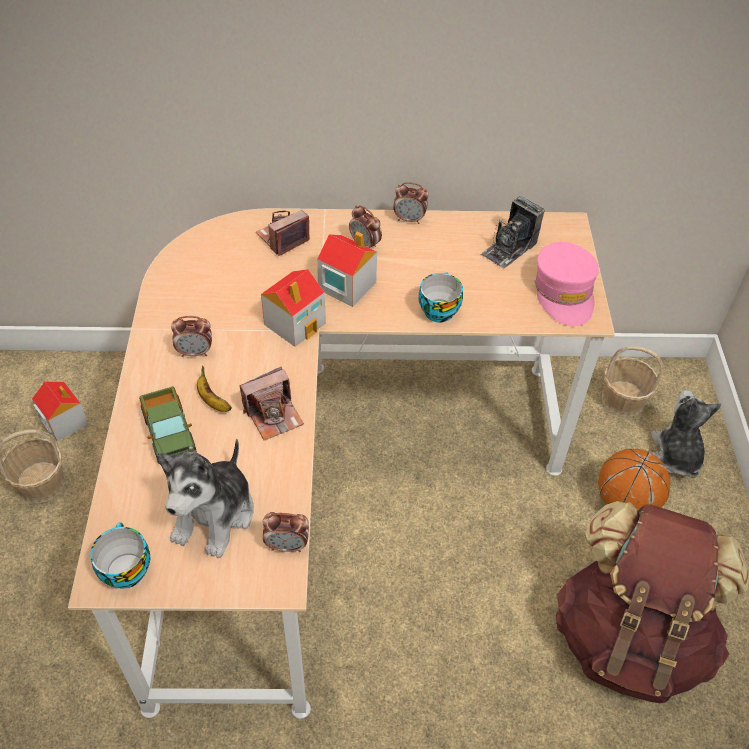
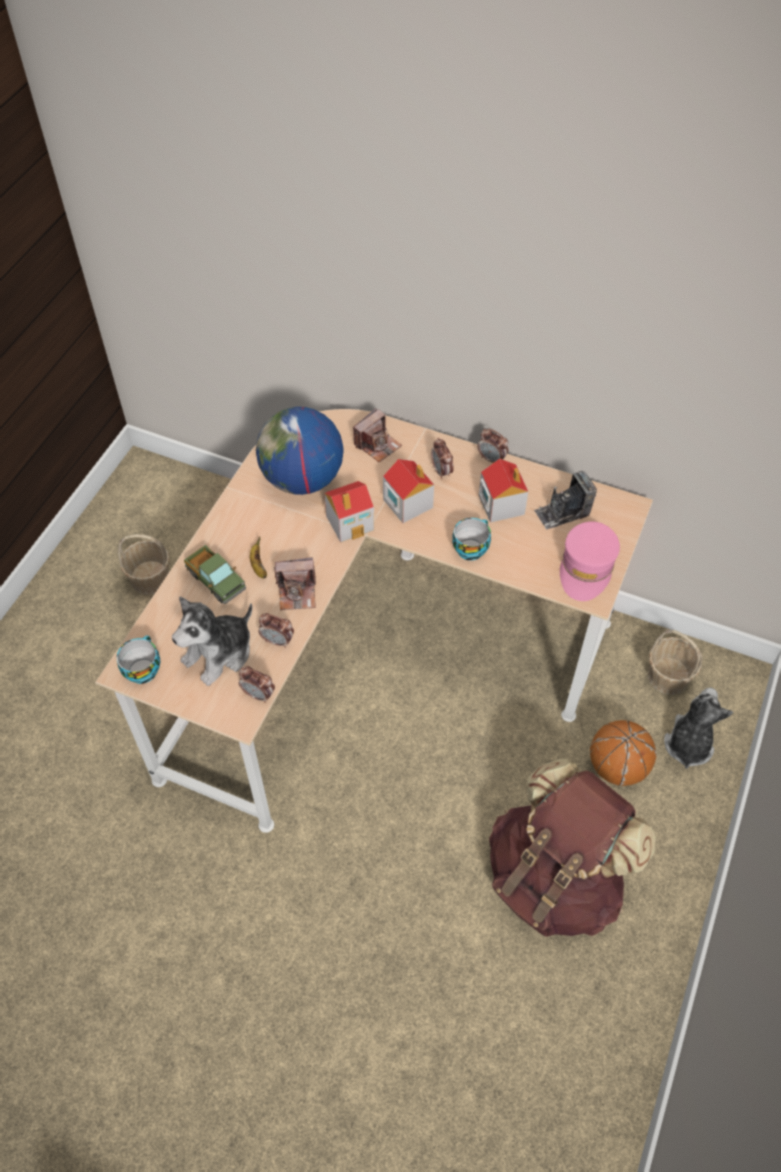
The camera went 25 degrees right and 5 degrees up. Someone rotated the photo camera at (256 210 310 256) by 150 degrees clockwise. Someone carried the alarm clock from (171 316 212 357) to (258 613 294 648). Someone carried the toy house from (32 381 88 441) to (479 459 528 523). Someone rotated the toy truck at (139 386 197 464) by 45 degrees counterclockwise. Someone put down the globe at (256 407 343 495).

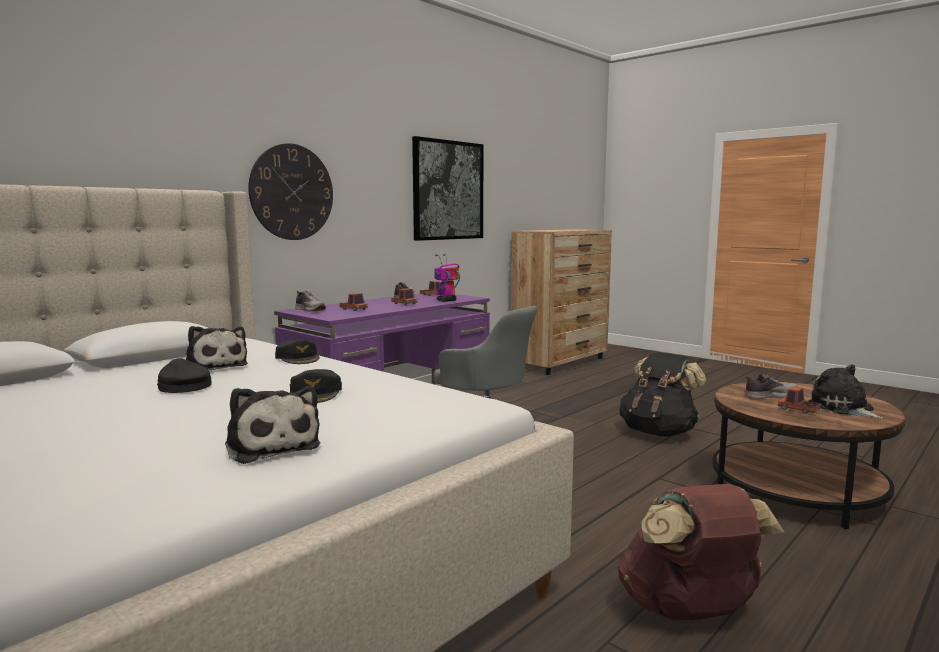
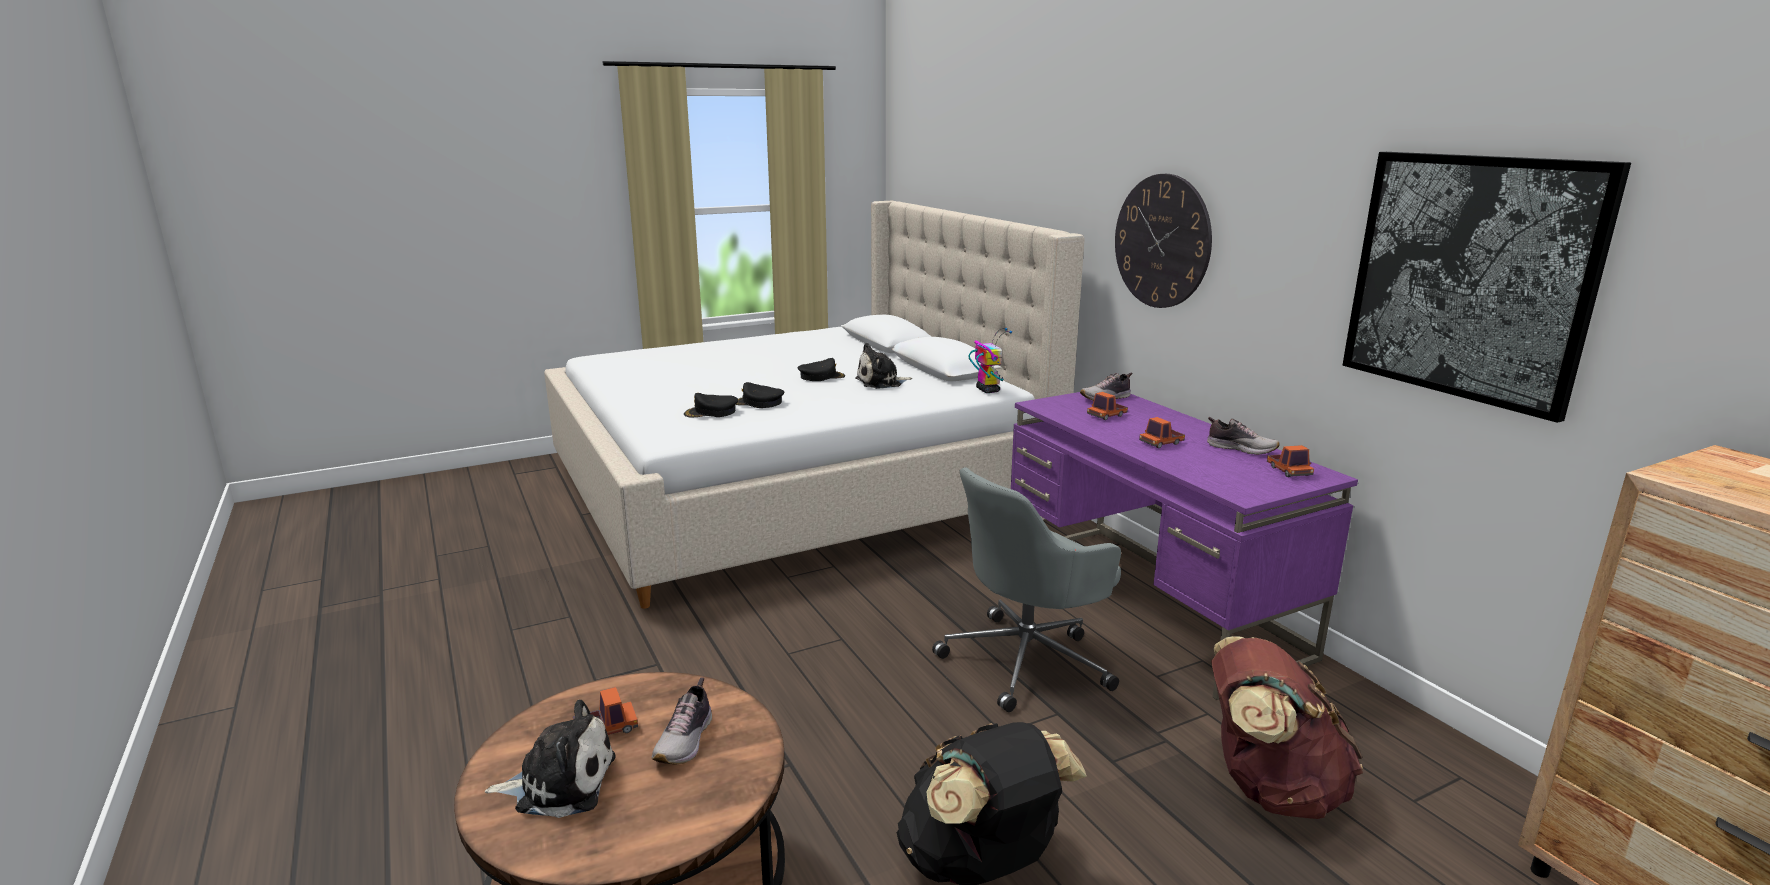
The camera went 110 degrees right and 10 degrees up. Someone carried the toy robot from (434 254 460 302) to (969 328 1012 393). Someone carried the cap (black) from (275 340 319 364) to (684 393 738 417). Someone took away the plush toy at (225 386 321 464). Someone carried the backpack (brown) from (618 484 785 620) to (1211 636 1363 819).

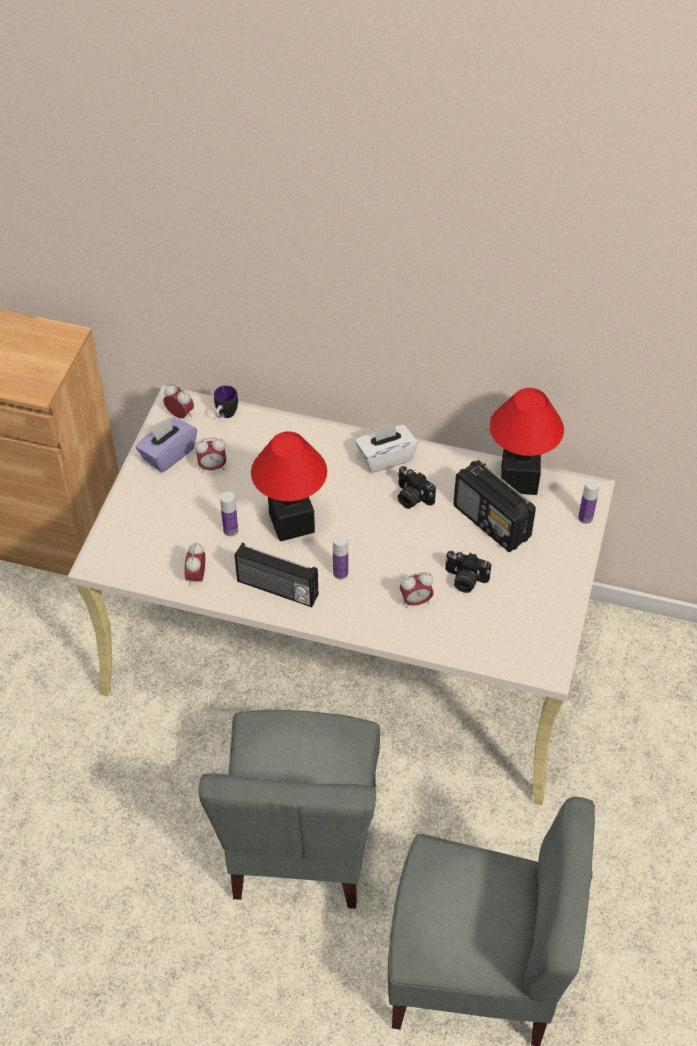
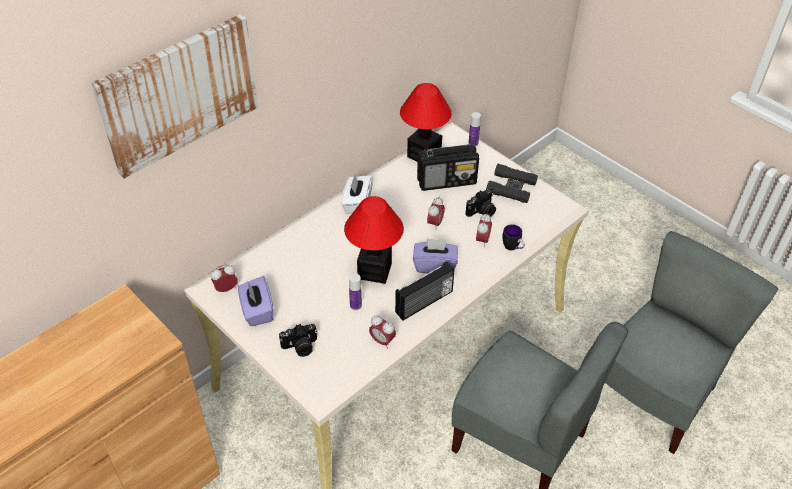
The camera went 60 degrees left and 5 degrees down. Someone carried the mug from (214 385 238 418) to (502 224 525 251). Someone carried the alarm clock from (195 438 227 472) to (427 198 445 227). Someone carried the photo camera from (397 466 436 509) to (279 324 317 357). Someone swapped the bottle at (333 534 348 579) for the tissue box (purple) at (413 238 458 273). Someone put up the picture at (91 14 258 179). Someone put down the binoculars (black) at (486 164 538 203).

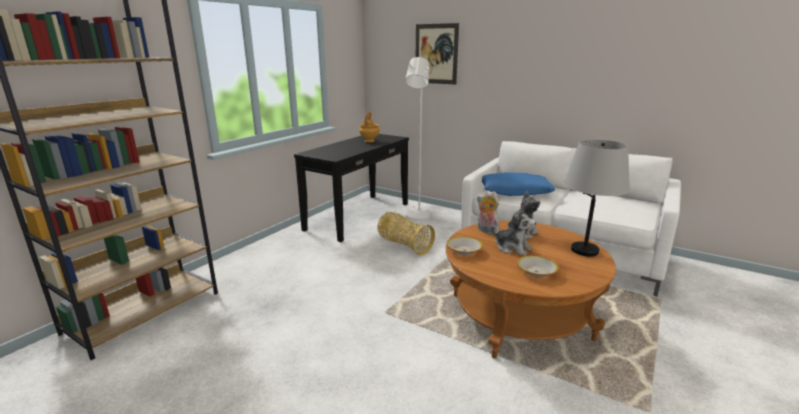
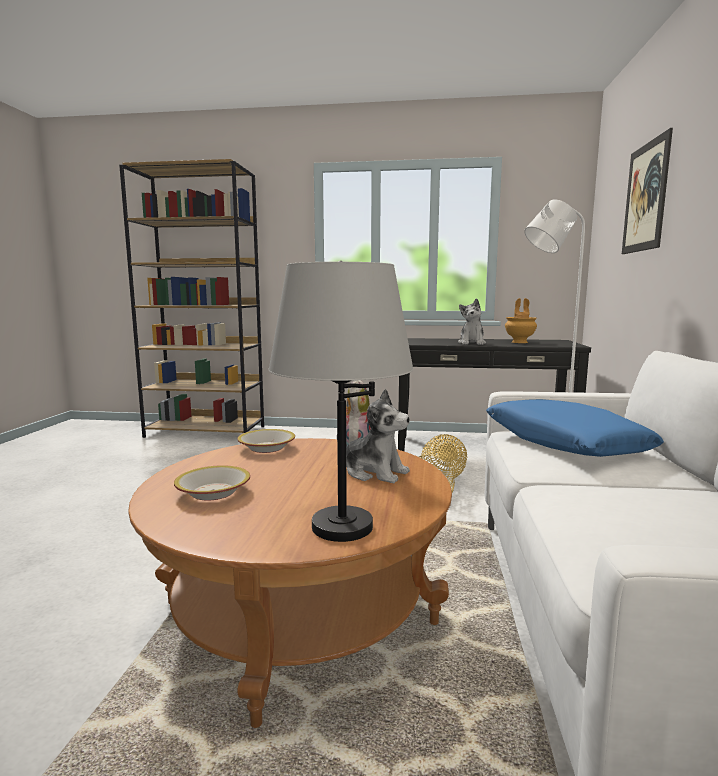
The camera went 65 degrees right and 10 degrees down. Someone carried the plush toy from (491 205 536 256) to (458 298 486 345).

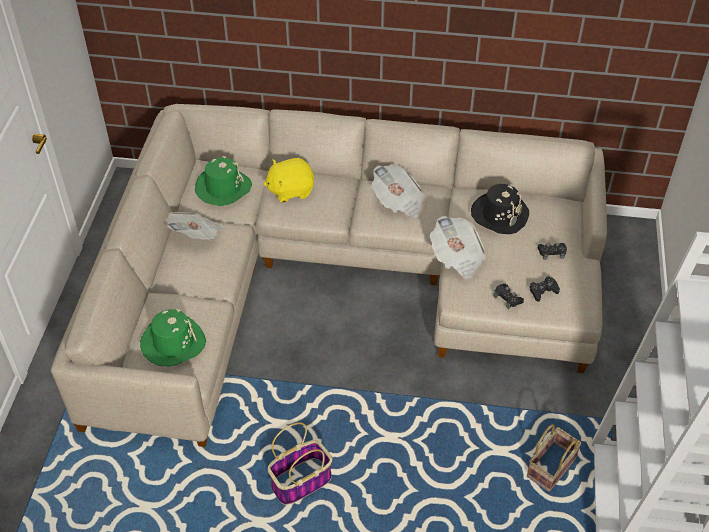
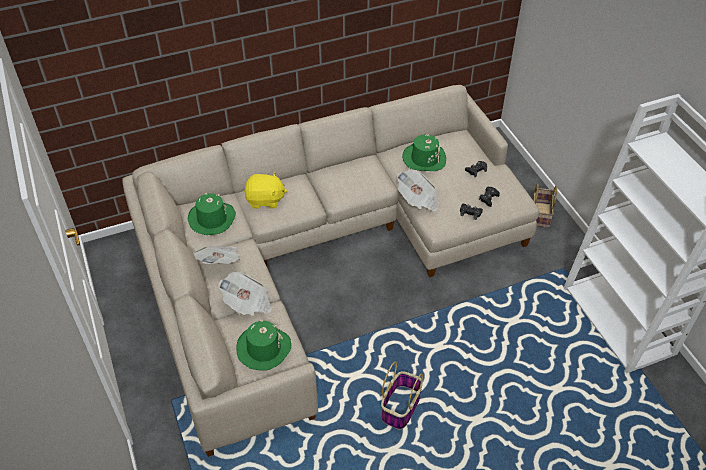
The camera went 30 degrees left and 0 degrees up. Someone rotated the plush toy (yellow) at (263 158 314 203) by 135 degrees counterclockwise. Someone carried the newspaper from (371 164 425 219) to (218 272 272 316). Someone repainted the hat (black) at (471 184 529 234), which became the hat (green) at (402 134 446 171). Someone carried the basket from (527 424 582 492) to (533 183 557 228).

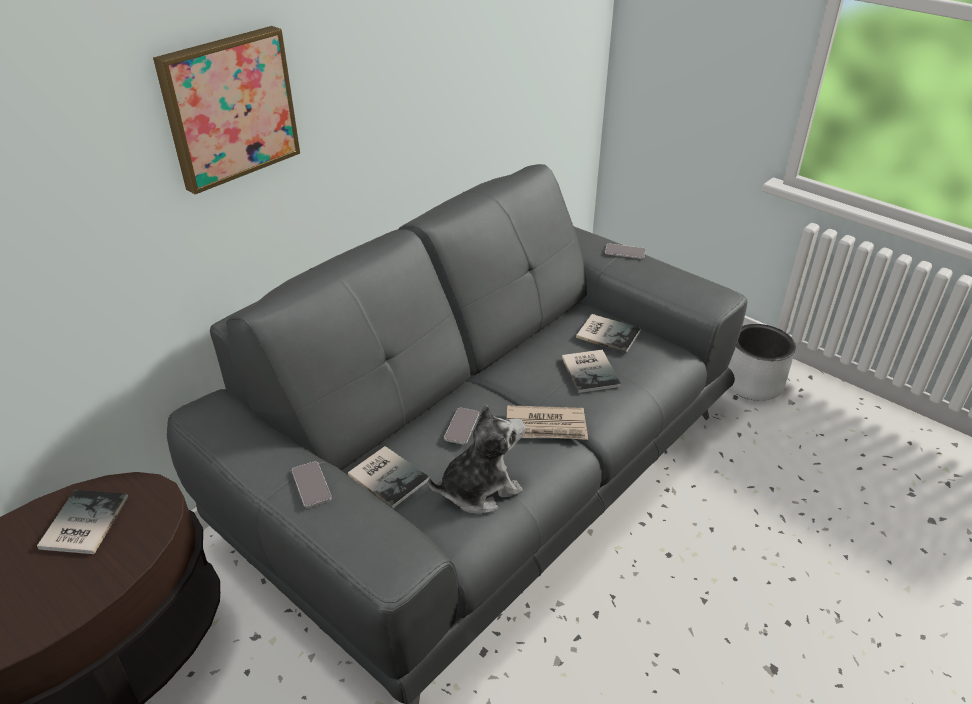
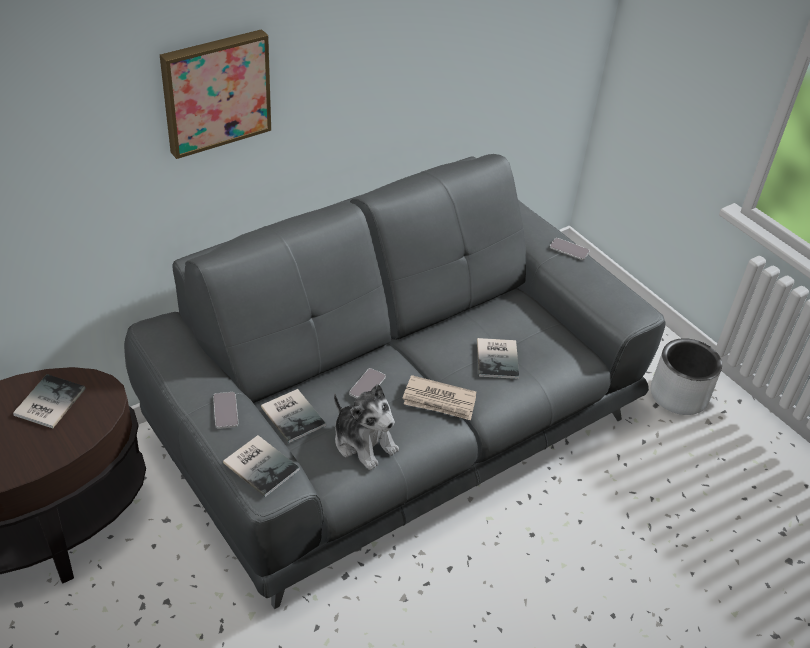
The camera went 10 degrees right and 5 degrees up. Someone carried the book from (576 314 641 353) to (223 435 299 497). Someone rotated the plush toy at (428 404 525 514) by 60 degrees clockwise.

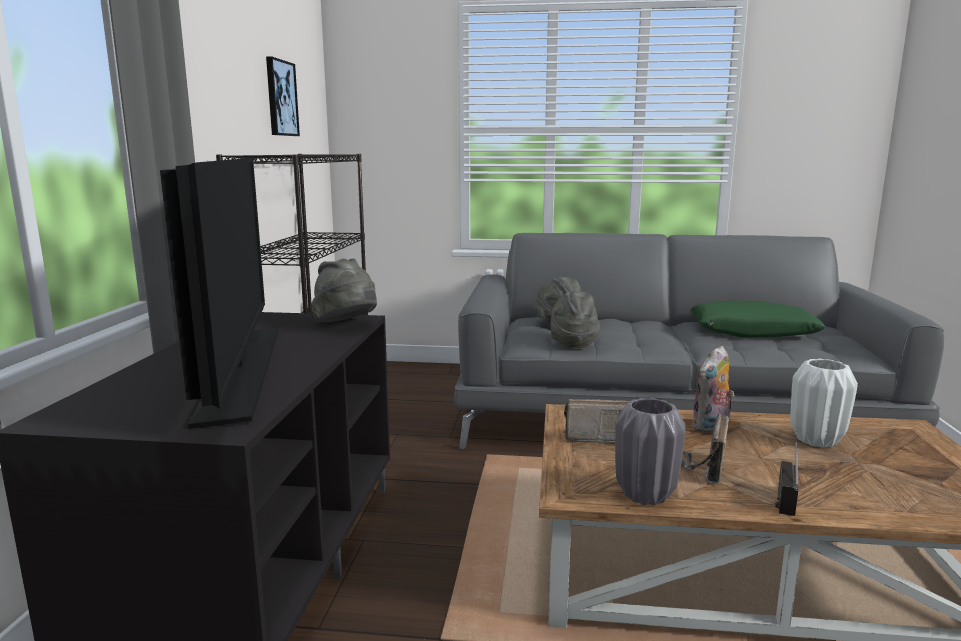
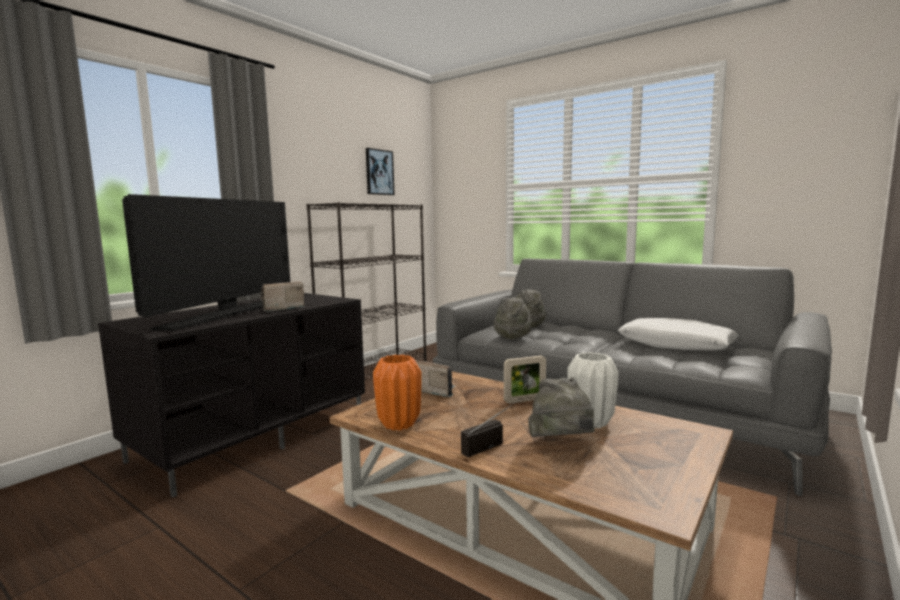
The camera went 30 degrees right and 5 degrees down. Someone carried the hat (grey) from (311 258 377 322) to (528 377 594 437). Someone repainted the pillow (green) at (690 301 825 338), which became the pillow (white) at (618 318 738 350). Someone swapped the plush toy at (691 345 735 434) for the picture frame at (504 355 546 404). Someone repainted the vase (grey) at (615 398 686 505), which became the vase (orange) at (373 355 422 430). Someone carried the radio from (682 414 729 484) to (261 282 305 312).

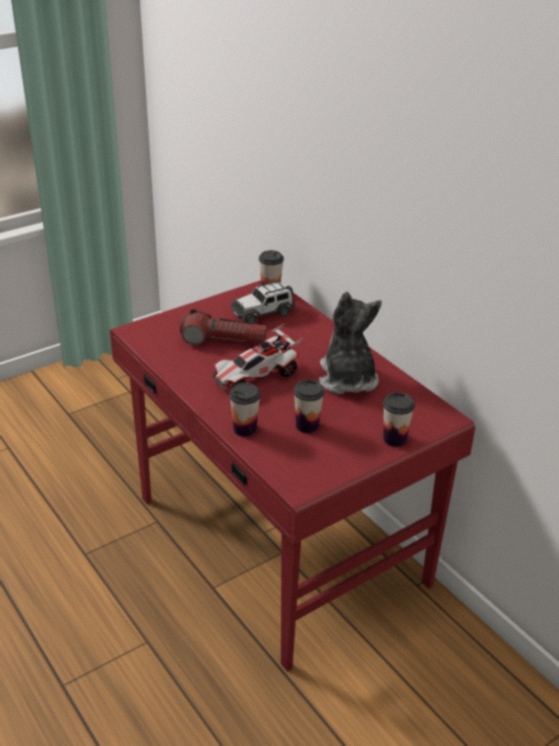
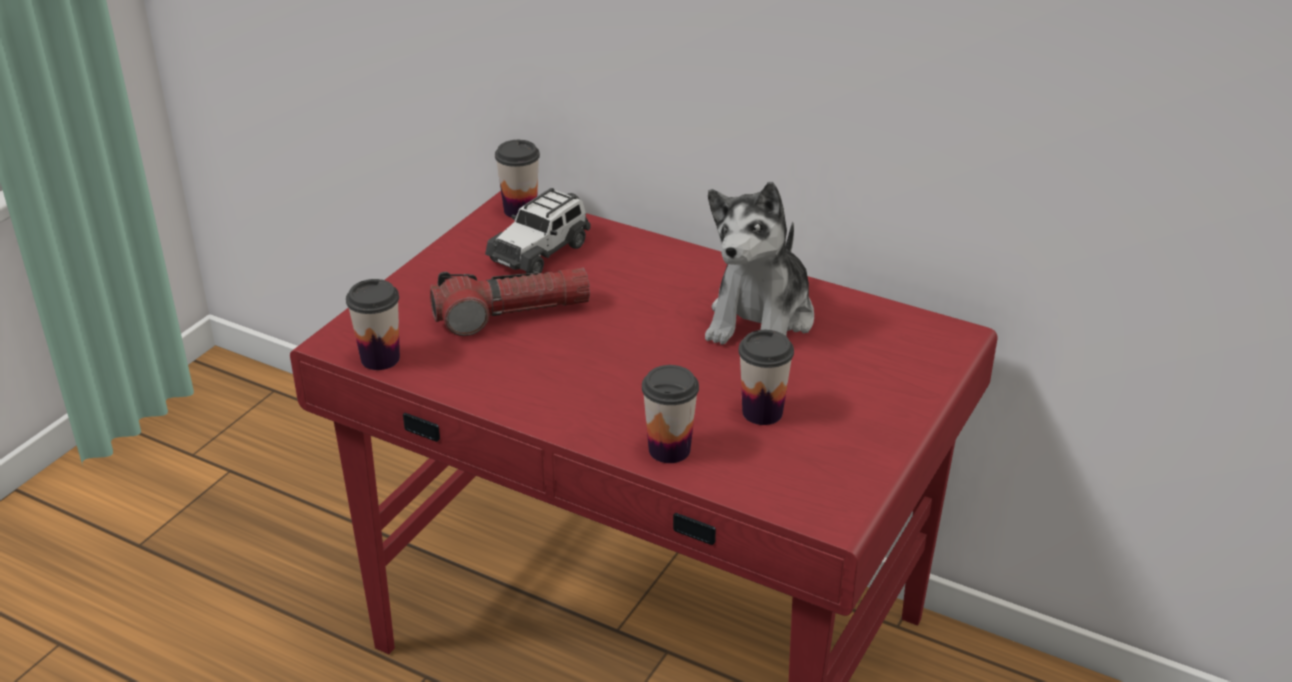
The camera went 25 degrees left and 0 degrees up. Someone rotated the plush toy at (318 292 382 394) by 120 degrees counterclockwise. Someone took away the toy car at (211 324 303 390). Someone carried the cup from (383 392 415 447) to (346 279 400 370).

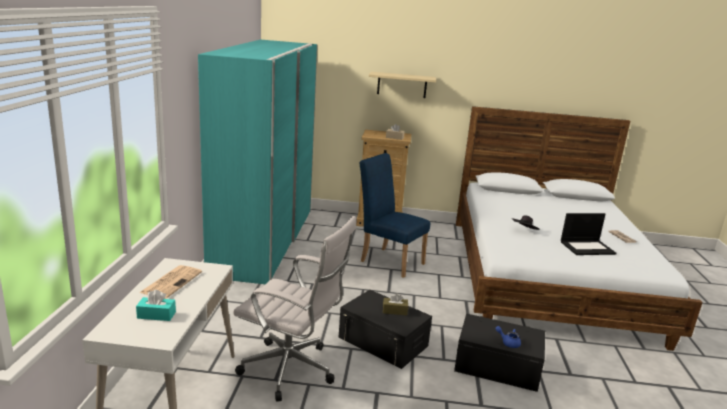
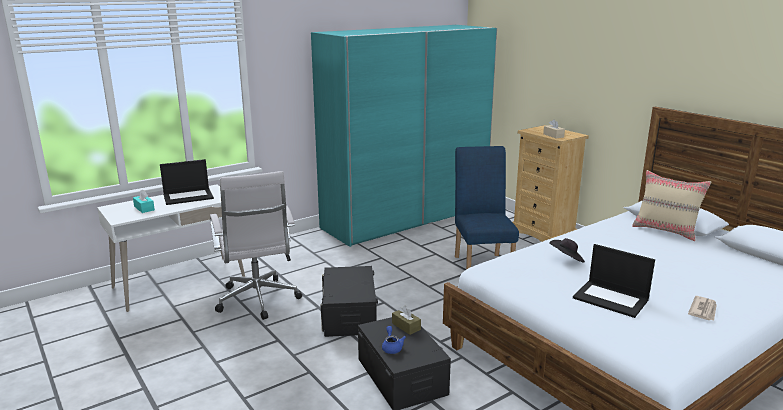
The camera went 50 degrees right and 0 degrees up. Someone took away the shelf (beige) at (369 72 436 98). Someone swapped the newspaper at (139 265 202 299) for the laptop at (160 159 214 205). Someone carried the tissue box (brown) from (383 293 408 315) to (392 306 421 335). Someone put down the pillow (beige) at (632 170 711 241).

